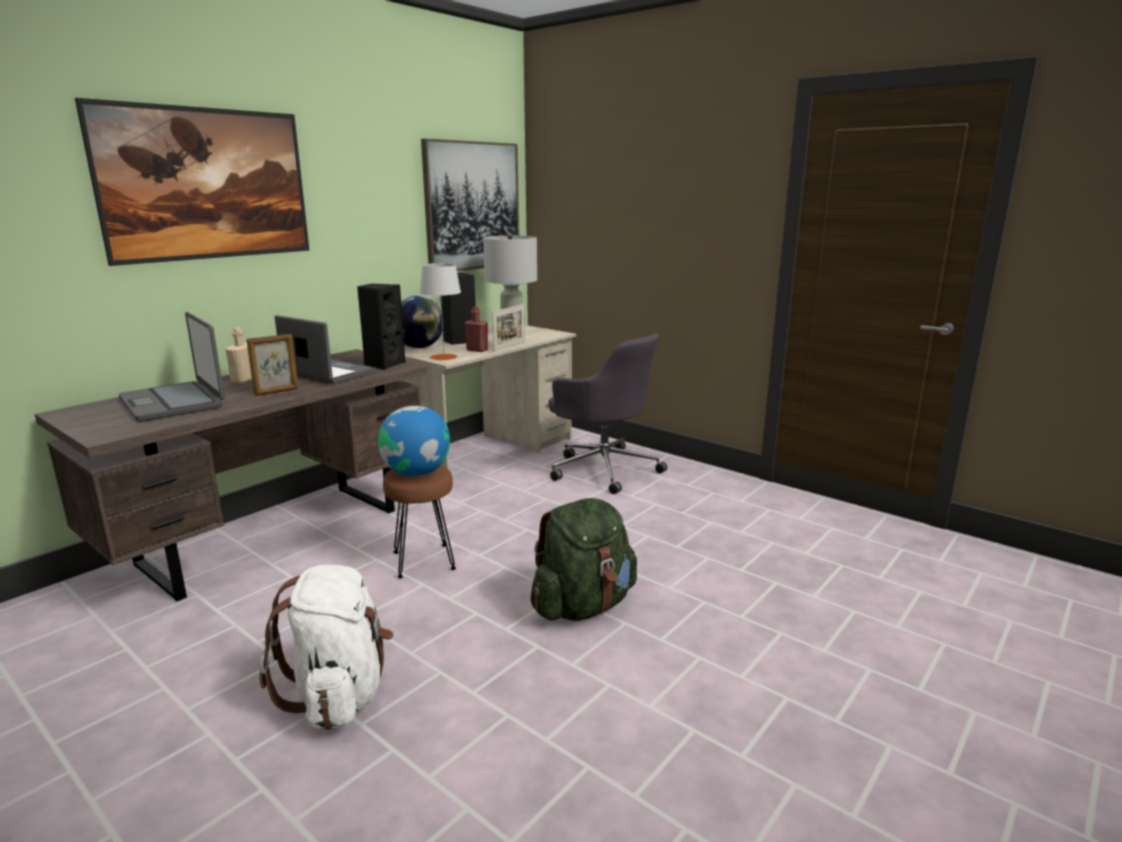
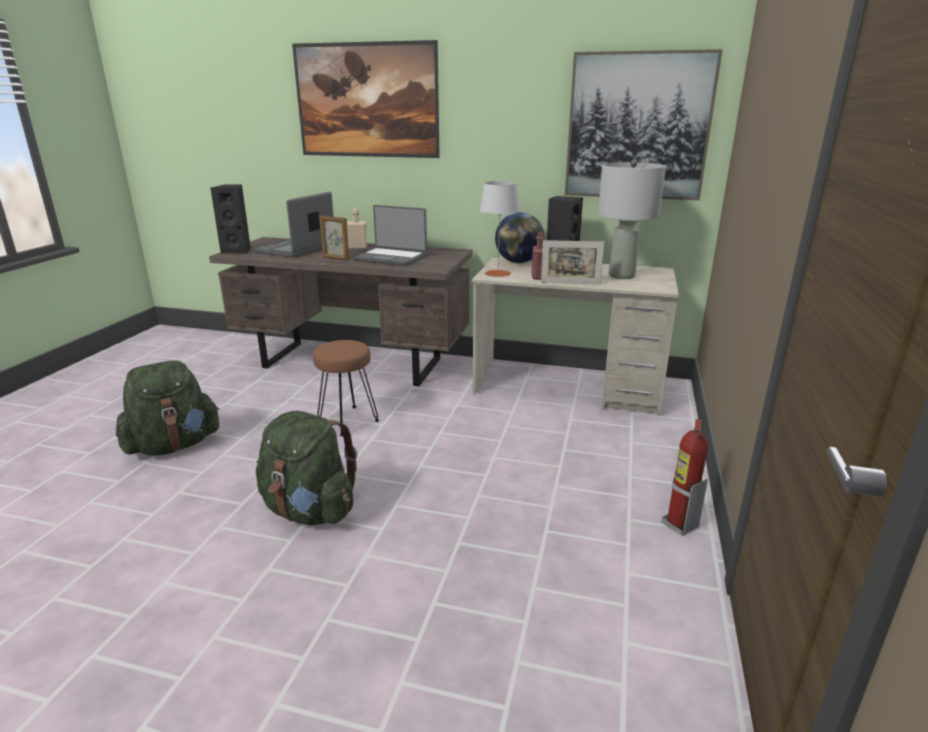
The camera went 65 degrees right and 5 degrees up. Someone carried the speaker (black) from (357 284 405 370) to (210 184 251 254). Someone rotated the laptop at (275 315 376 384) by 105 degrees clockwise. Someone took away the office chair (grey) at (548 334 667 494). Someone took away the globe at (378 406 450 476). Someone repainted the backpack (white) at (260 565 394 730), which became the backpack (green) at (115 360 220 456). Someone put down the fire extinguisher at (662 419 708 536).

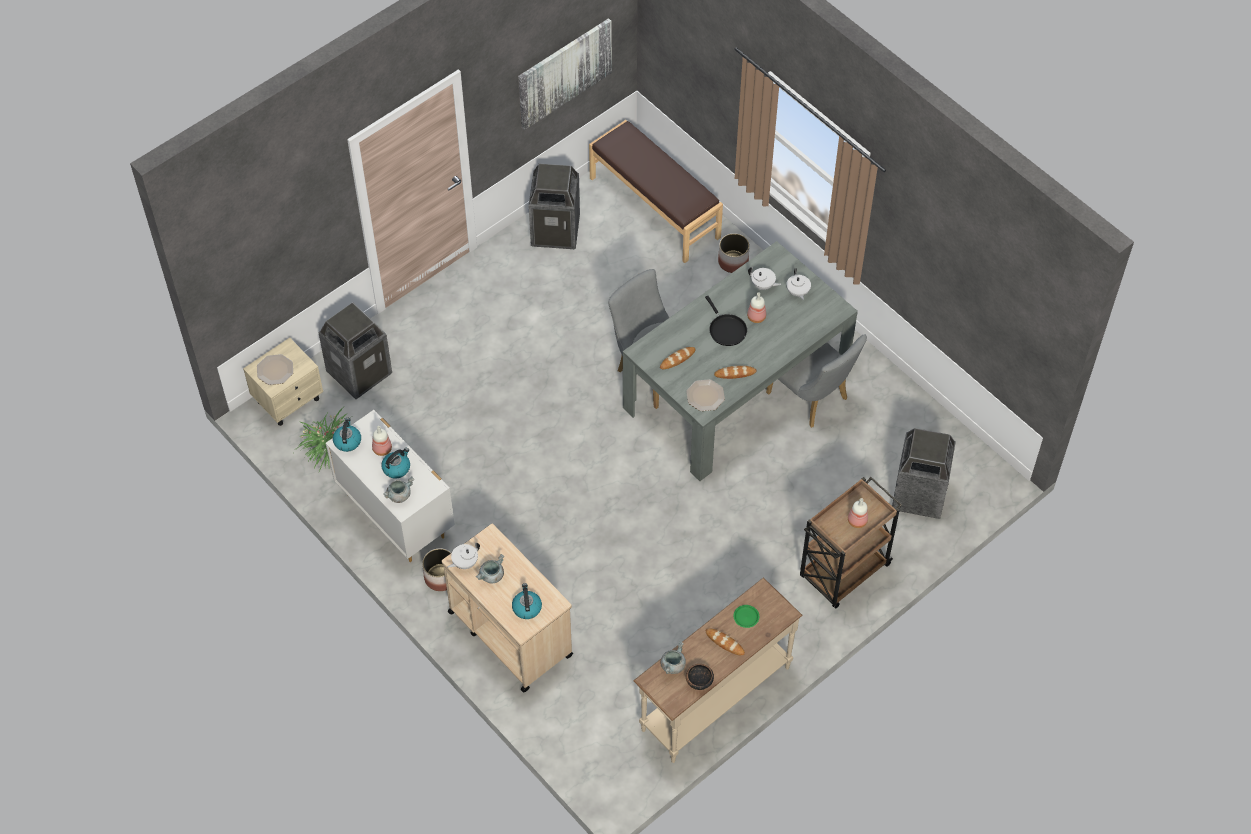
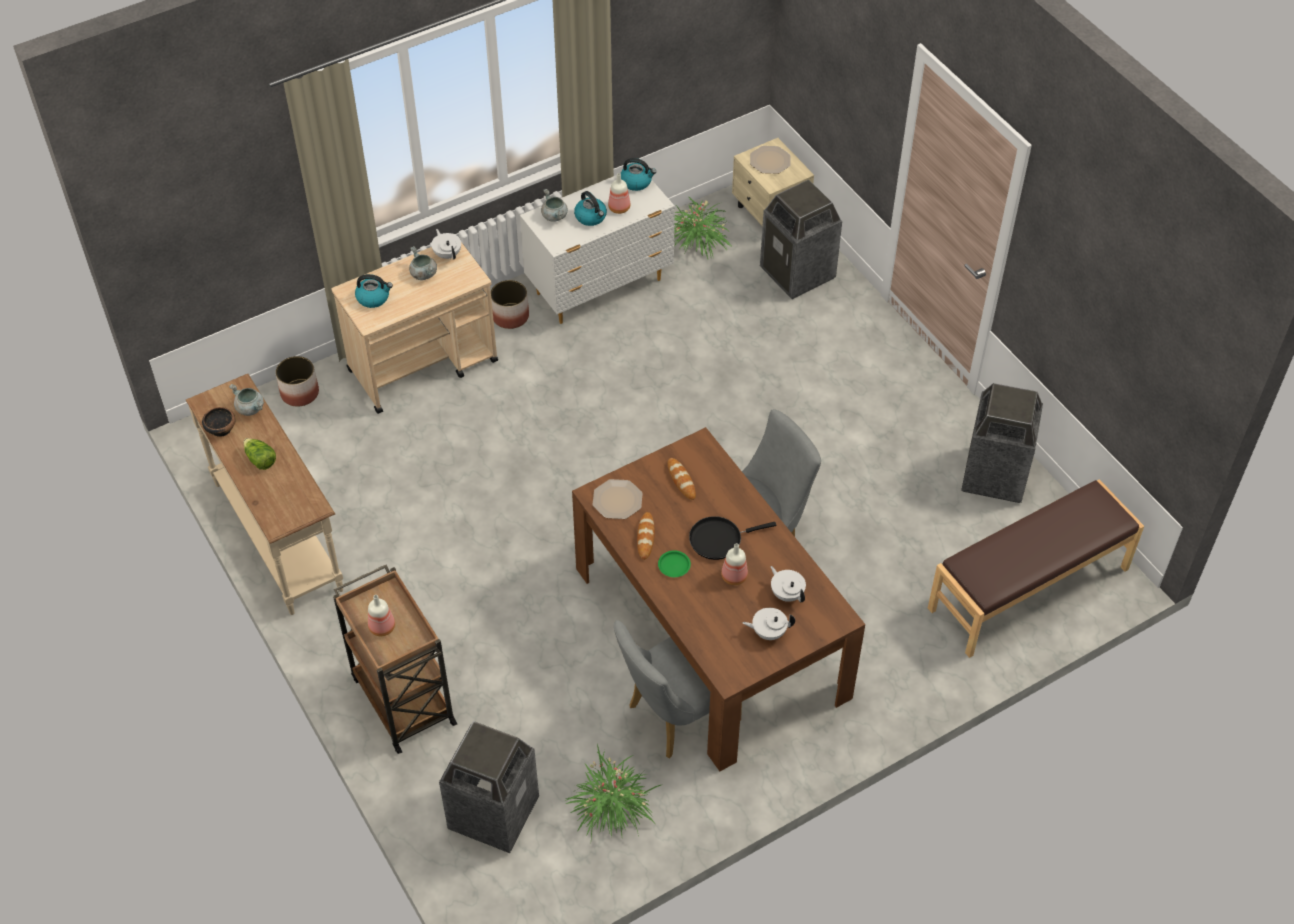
The camera went 100 degrees right and 5 degrees down. Someone took away the picture at (518 18 612 130). Someone carried the planter from (718 233 750 273) to (276 356 319 407). Someone repainted the dining table (grey) at (623 241 858 481), which became the dining table (brown) at (572 427 865 771). Someone rotated the teapot (white) at (748 267 781 290) by 105 degrees clockwise. Someone carried the plate (green) from (734 605 759 628) to (658 550 691 577). Someone swapped the bread at (706 628 745 655) for the lettuce at (244 438 276 470). Someone put down the potted plant at (564 744 663 839).

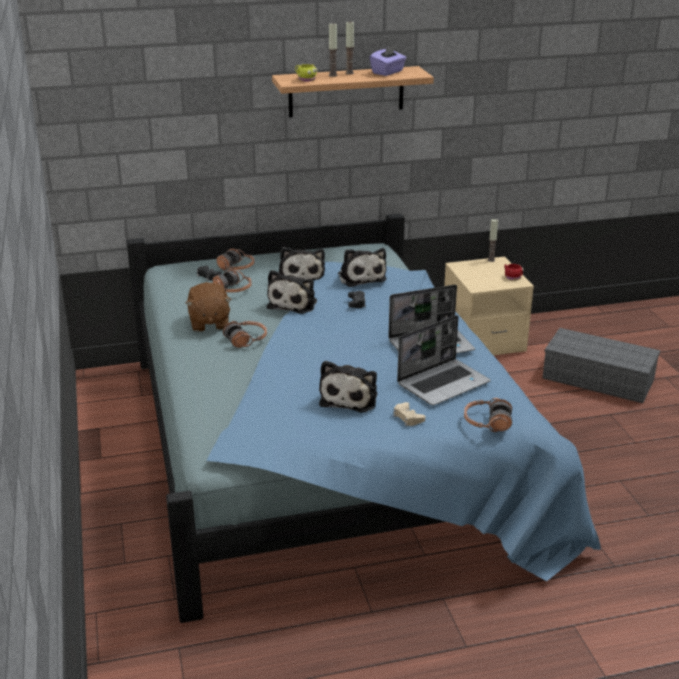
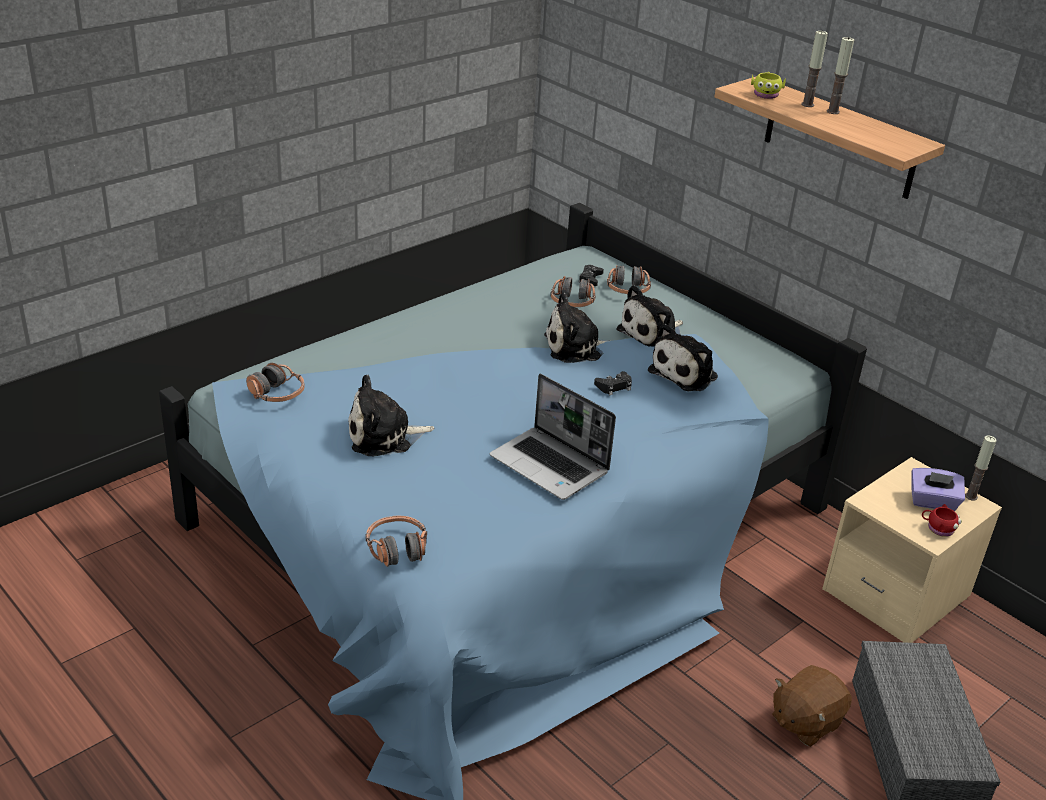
The camera went 60 degrees right and 5 degrees up. Someone carried the tissue box (purple) from (370 44 406 76) to (911 468 965 511). Someone carried the plush toy (brown) from (186 282 232 332) to (772 665 852 747). Someone took away the laptop at (397 315 491 405). Someone carried the headphones from (223 321 267 348) to (246 363 305 402). Someone took away the game controller (beige) at (393 402 425 426).

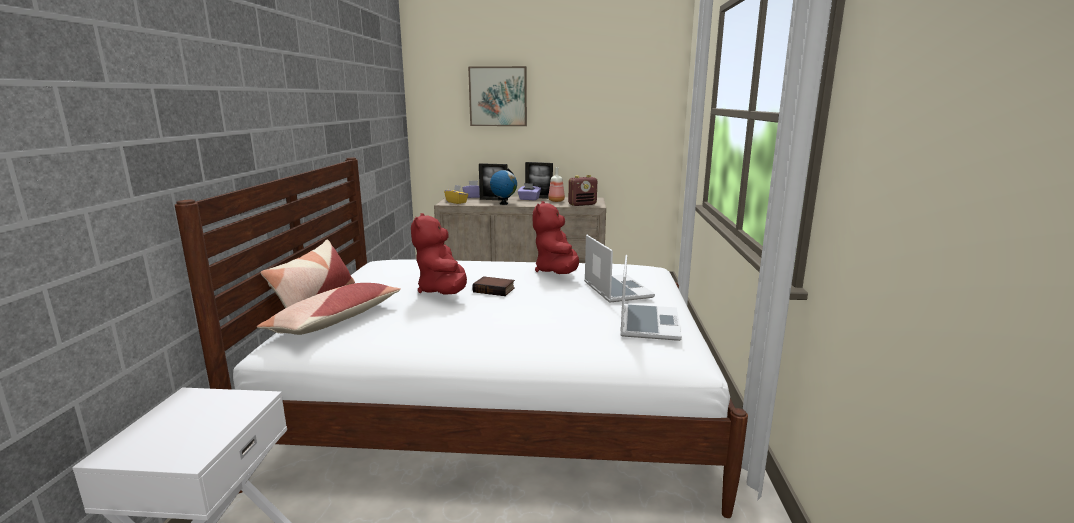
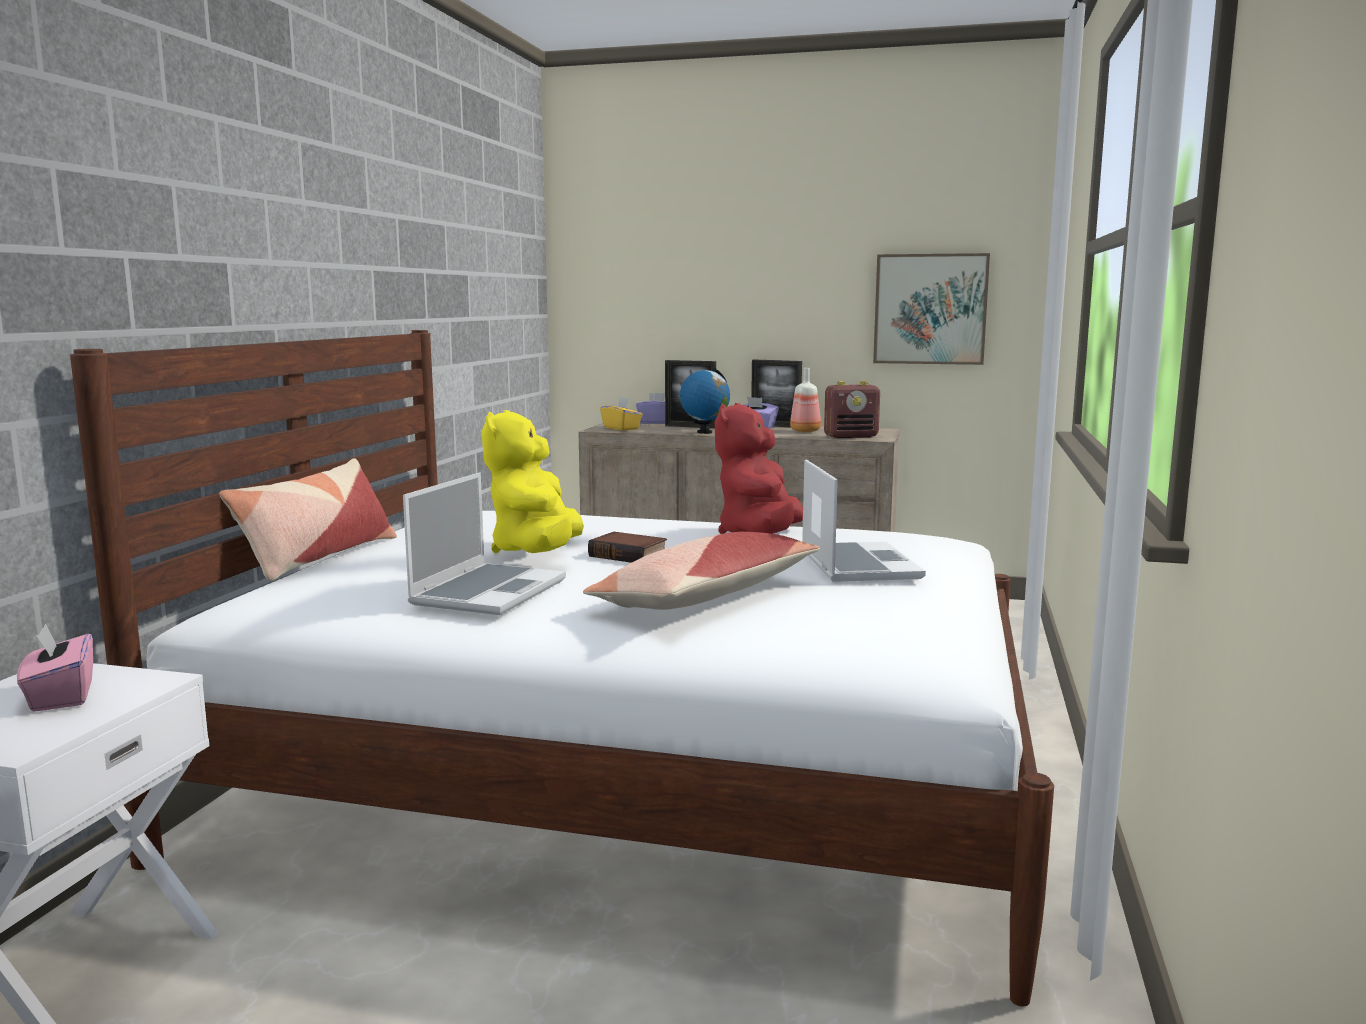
The camera went 10 degrees right and 5 degrees down. Someone carried the picture from (468 66 527 126) to (873 253 990 365). Someone repainted the plush toy (red) at (411 213 467 295), which became the plush toy (yellow) at (482 410 584 553). Someone carried the laptop from (620 255 682 341) to (403 472 566 615). Someone carried the pillow from (257 283 401 335) to (583 532 820 610). Someone put down the tissue box (pink) at (17 623 93 712).

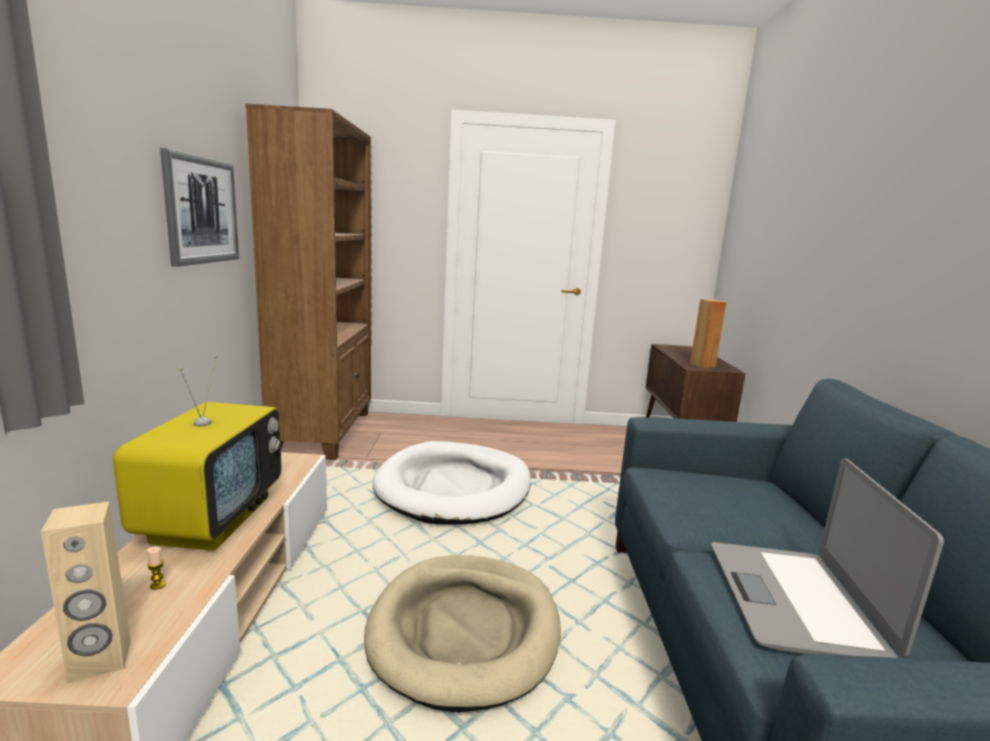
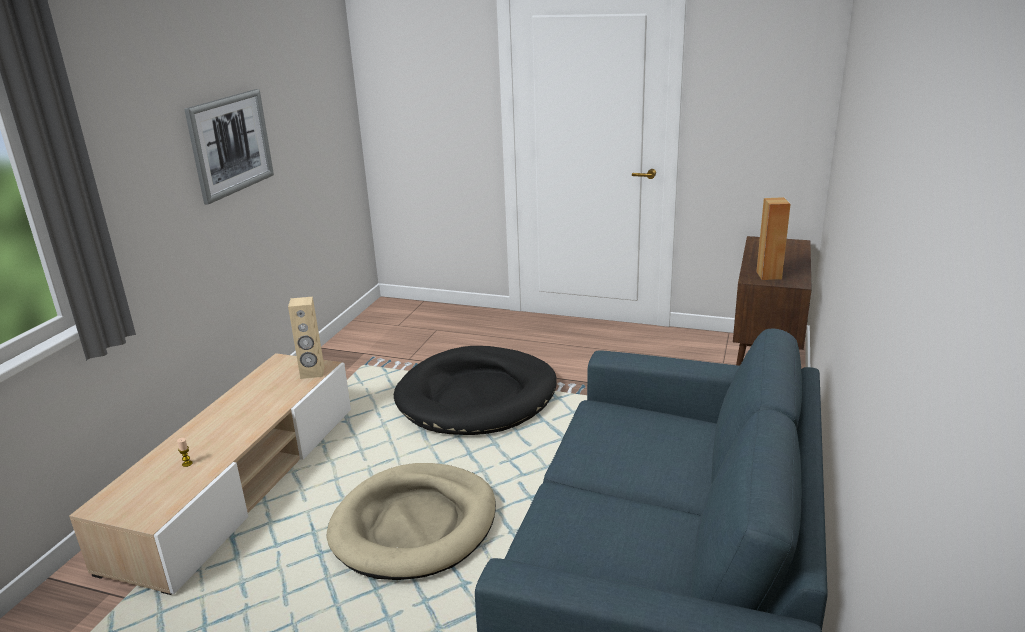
The camera went 20 degrees right and 10 degrees up. Someone took away the bookcase (brown) at (245 103 371 460). Someone took away the television at (113 355 281 551). Someone repainted the dog bed (white) at (373 441 531 524), which became the dog bed (black) at (394 346 557 435). Someone took away the laptop at (711 458 944 658). Someone carried the speaker (beige) from (41 502 130 683) to (288 297 324 379).

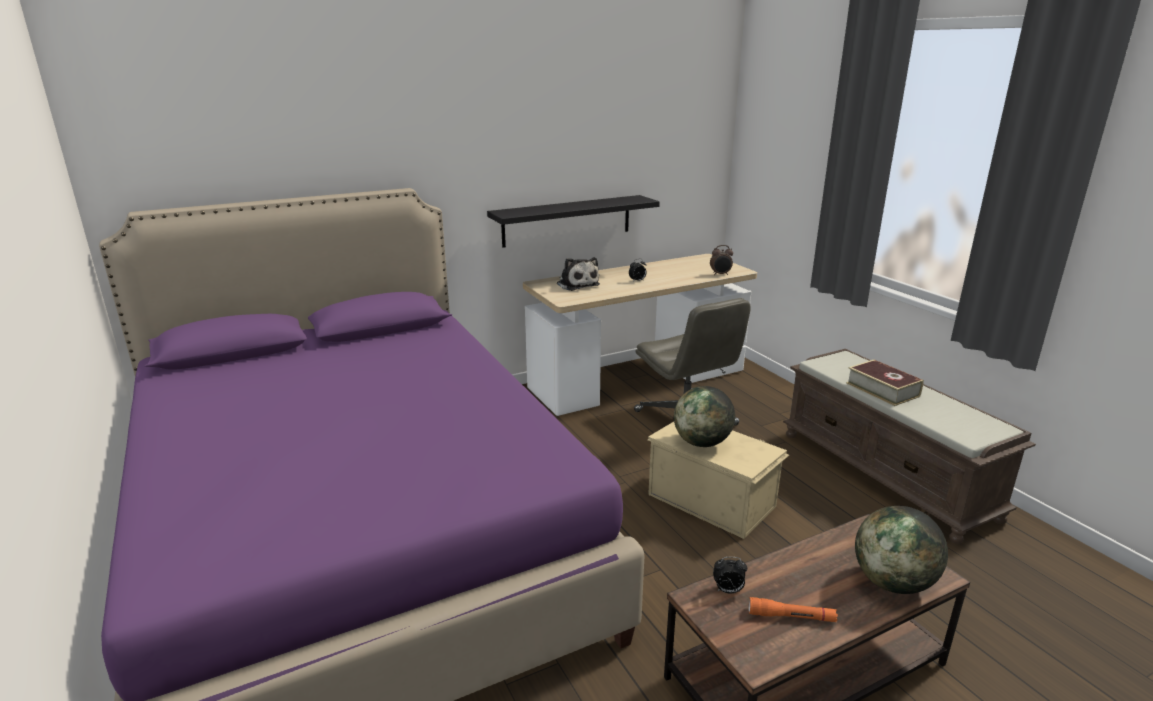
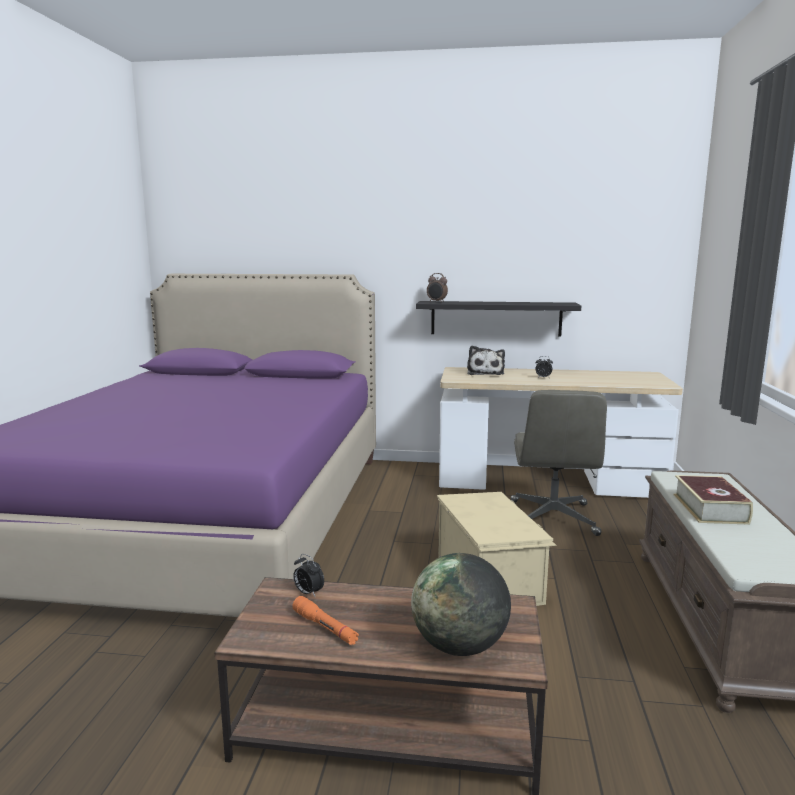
The camera went 35 degrees right and 10 degrees down. Someone carried the alarm clock from (710 245 733 275) to (427 273 448 302). Someone took away the globe at (674 386 735 447).

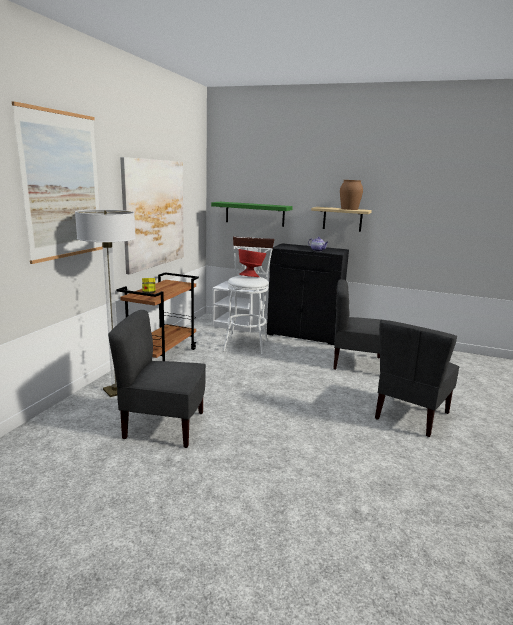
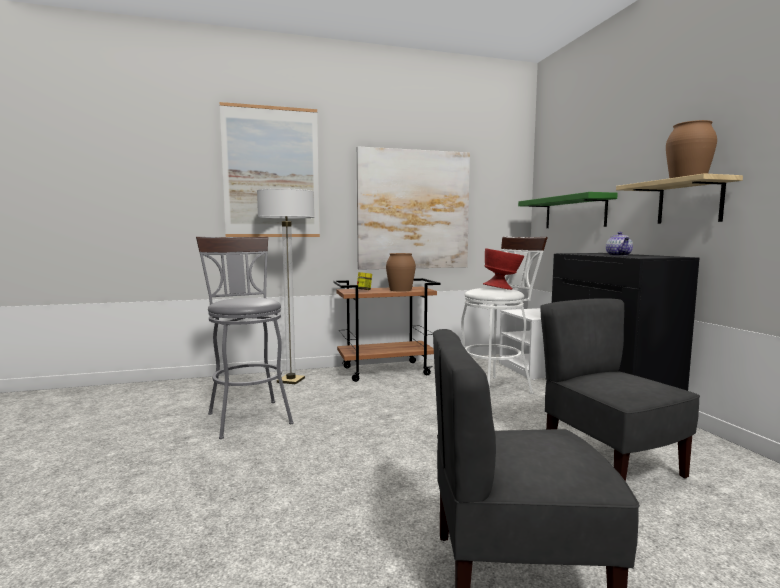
The camera went 55 degrees right and 10 degrees down. Someone swapped the chair (grey) at (108 310 206 448) for the stool (grey) at (196 237 294 439). Someone put down the vase (brown) at (386 253 416 292).

